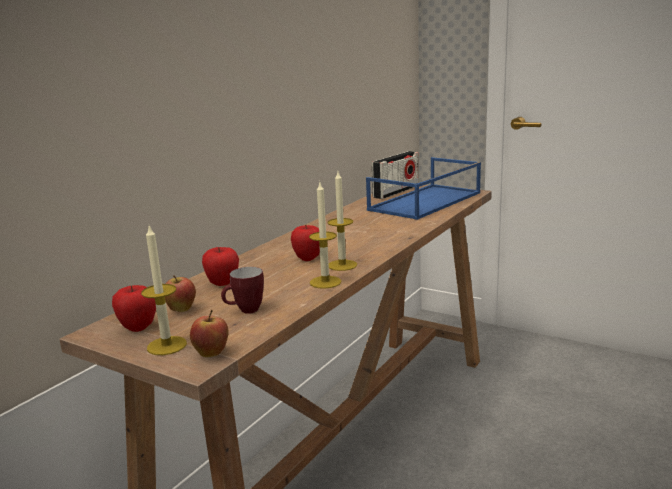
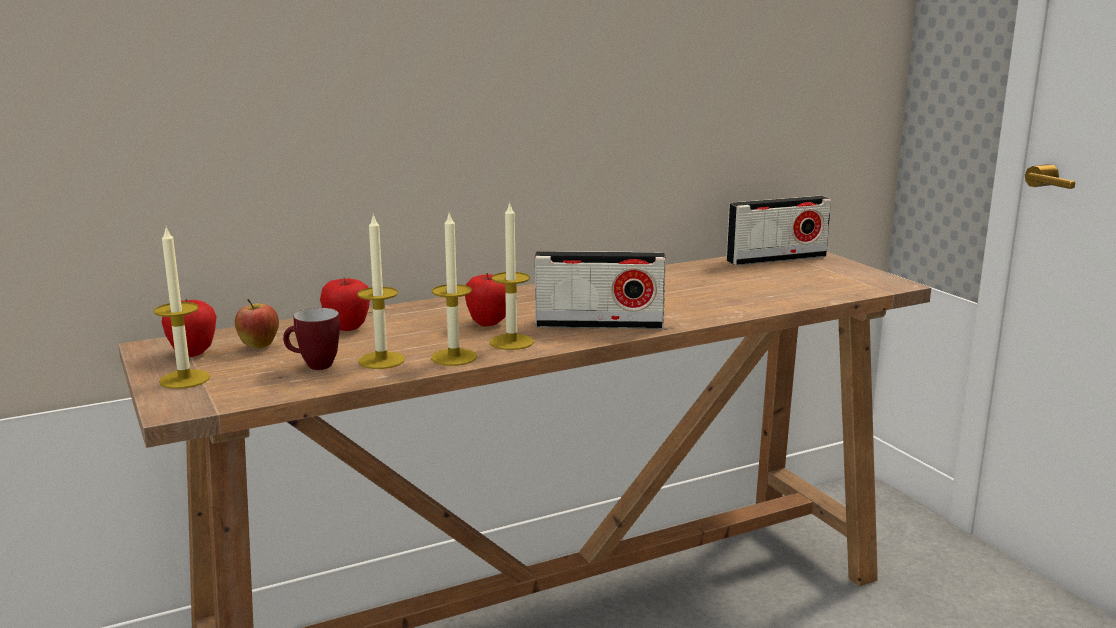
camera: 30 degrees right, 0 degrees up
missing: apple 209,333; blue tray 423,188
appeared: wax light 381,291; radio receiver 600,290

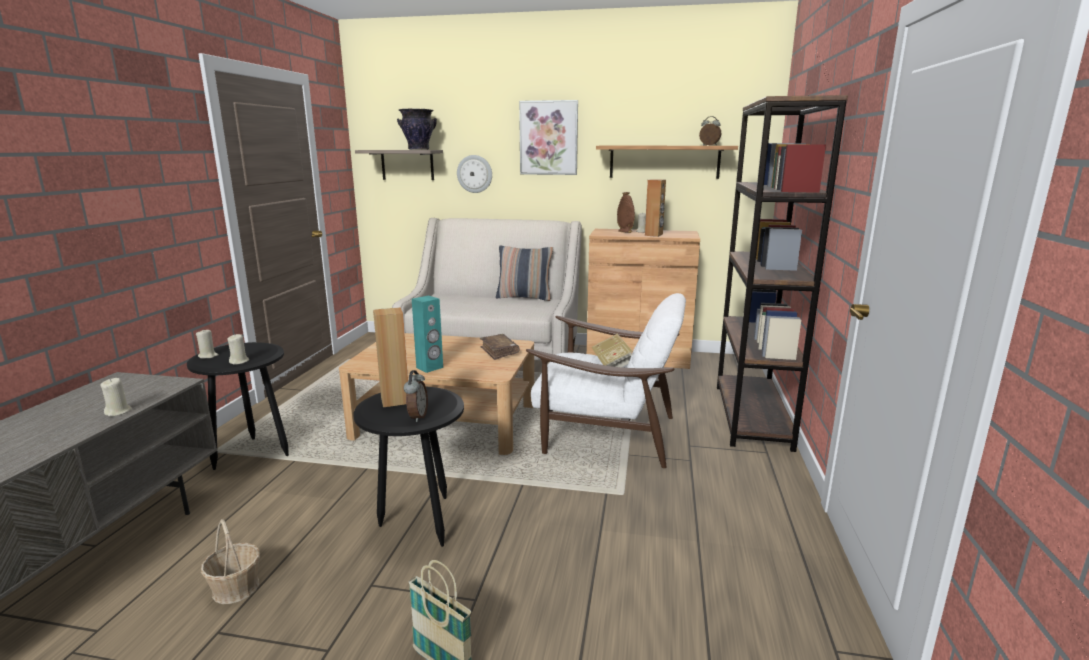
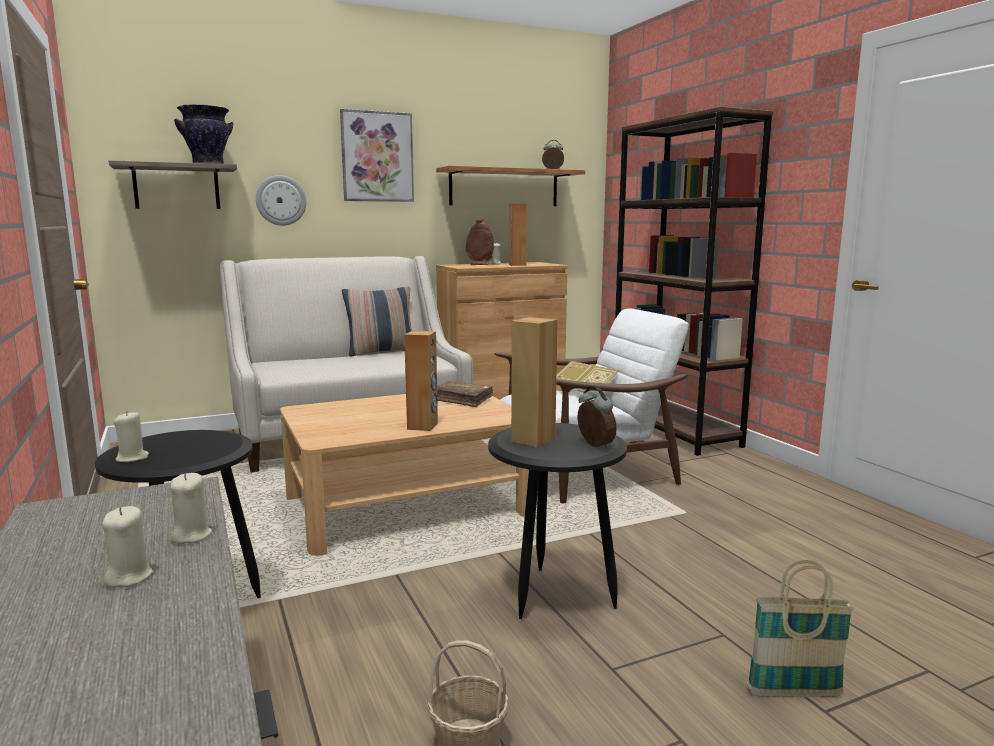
camera: 35 degrees left, 5 degrees down
relocated: sand-coloured wax light 238,349 to 127,546
colour: blue-green audio speaker 427,334 to brown-coloured audio speaker 421,381

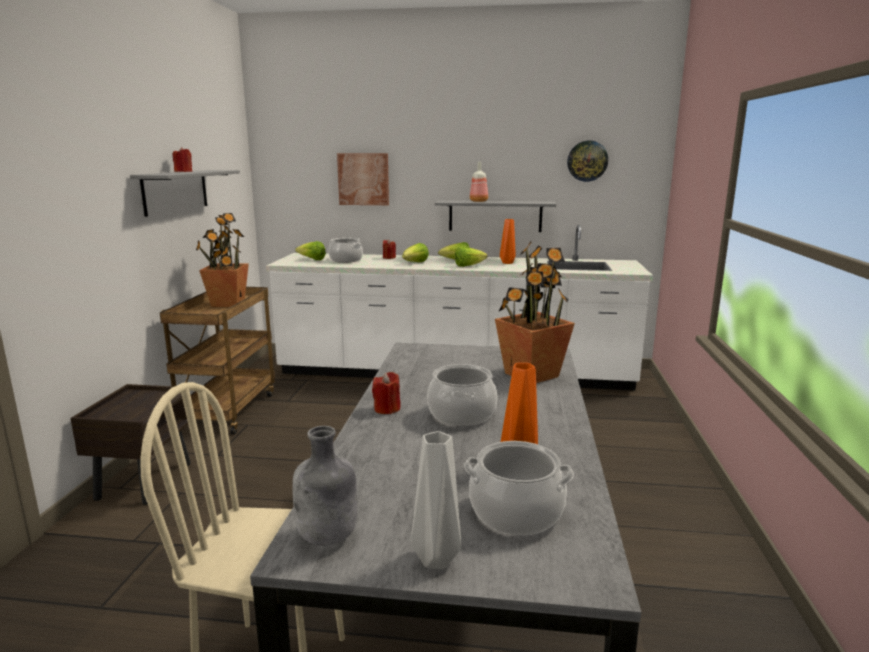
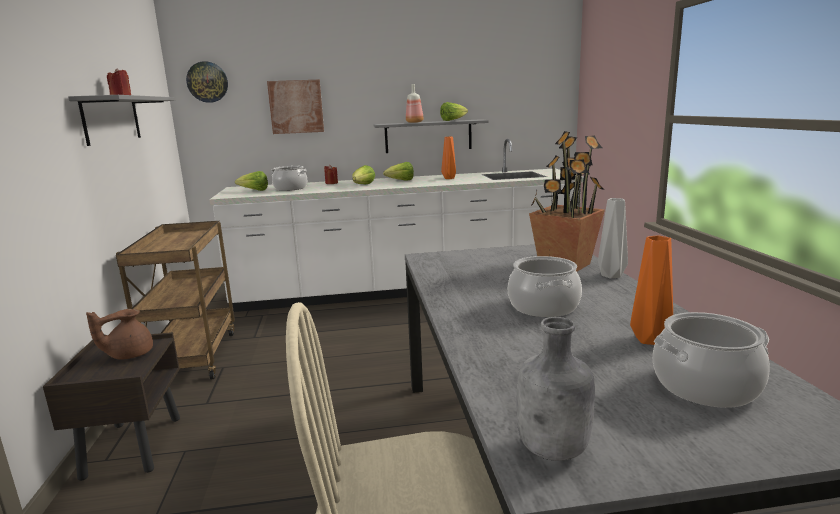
camera: 15 degrees left, 0 degrees up
missing: houseplant 222,260; red wax light 386,393
appeared: brown-coloured tea pot 119,334
relocated: greyish flower vase 436,500 to 613,238; head of lettuce 471,257 to 454,111; hanging clock 587,161 to 207,82

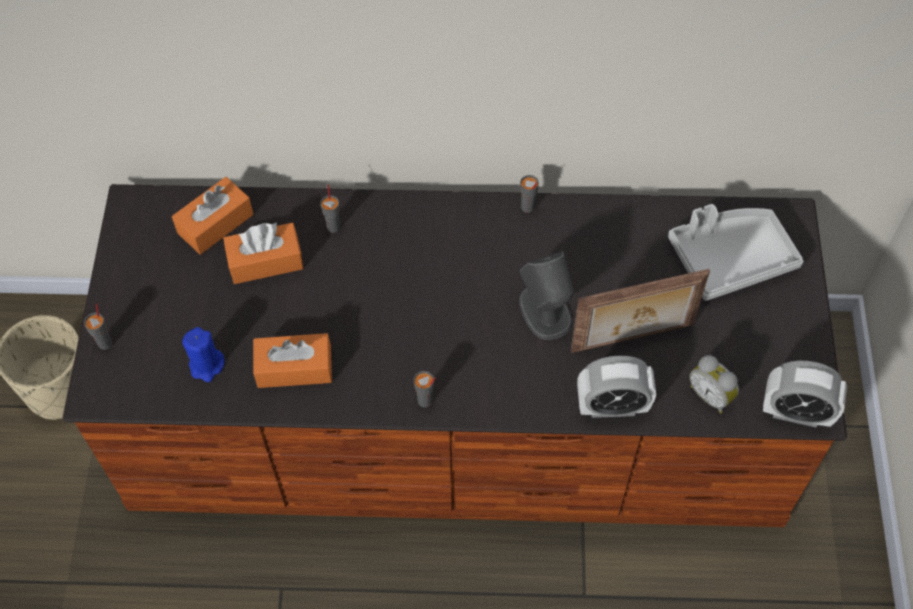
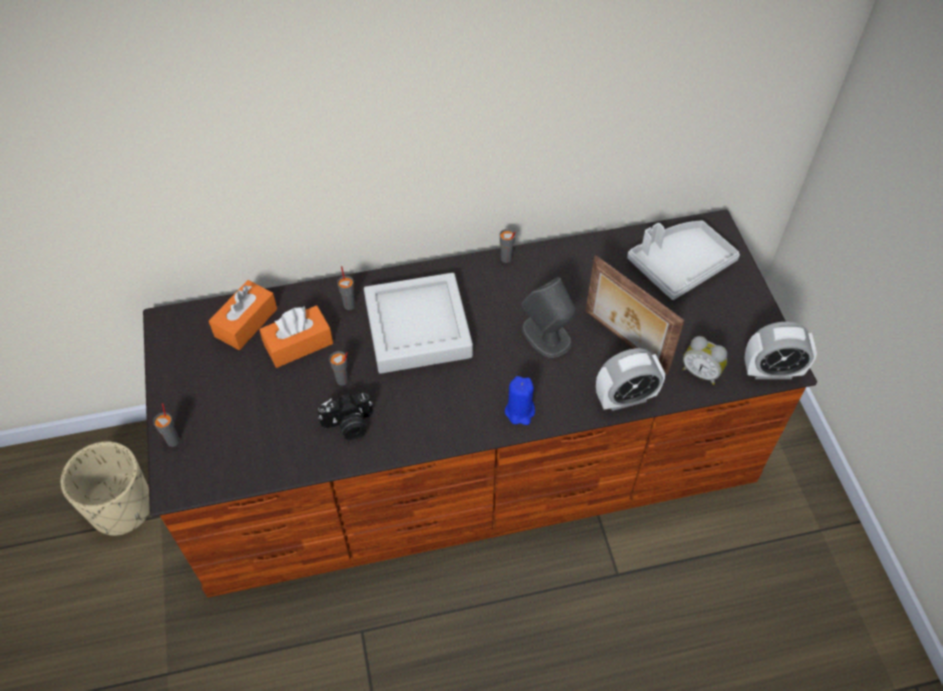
camera: 15 degrees left, 5 degrees down
appeared: greyish tray 418,323
relocated: blue wax light 203,354 to 520,400; greyish cup 424,389 to 338,368
exchanged: orange-coloured tissue holder 292,360 to photo camera 345,416
spun: photo frame 640,311 = 635,314 75 degrees clockwise

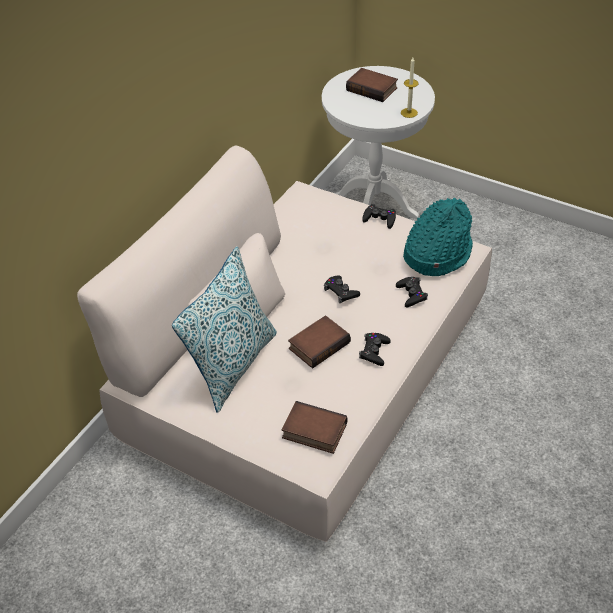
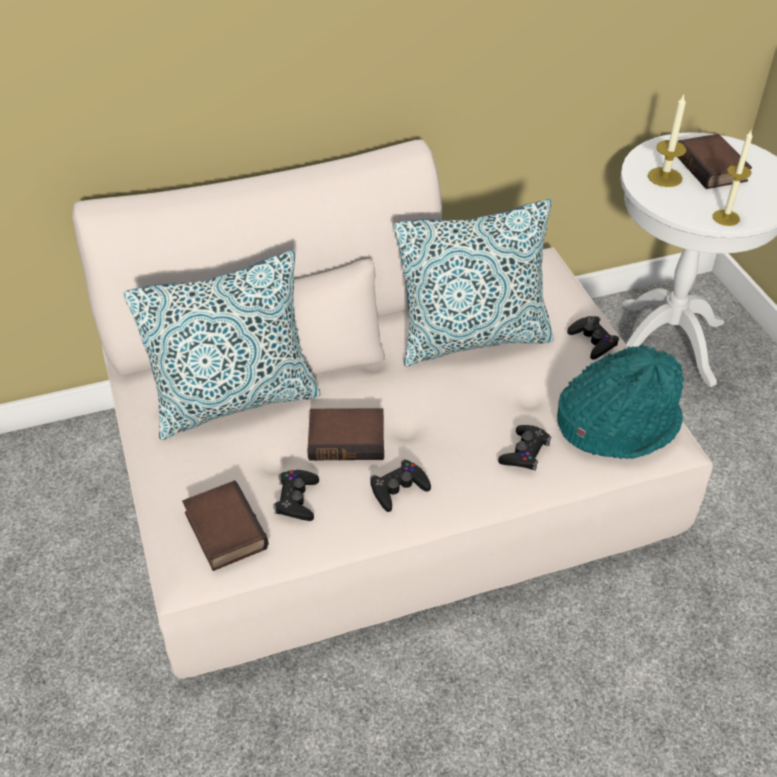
camera: 40 degrees right, 0 degrees up
appeared: pillow 474,282; wax light 667,140
relocated: black joypad 342,289 to 296,495

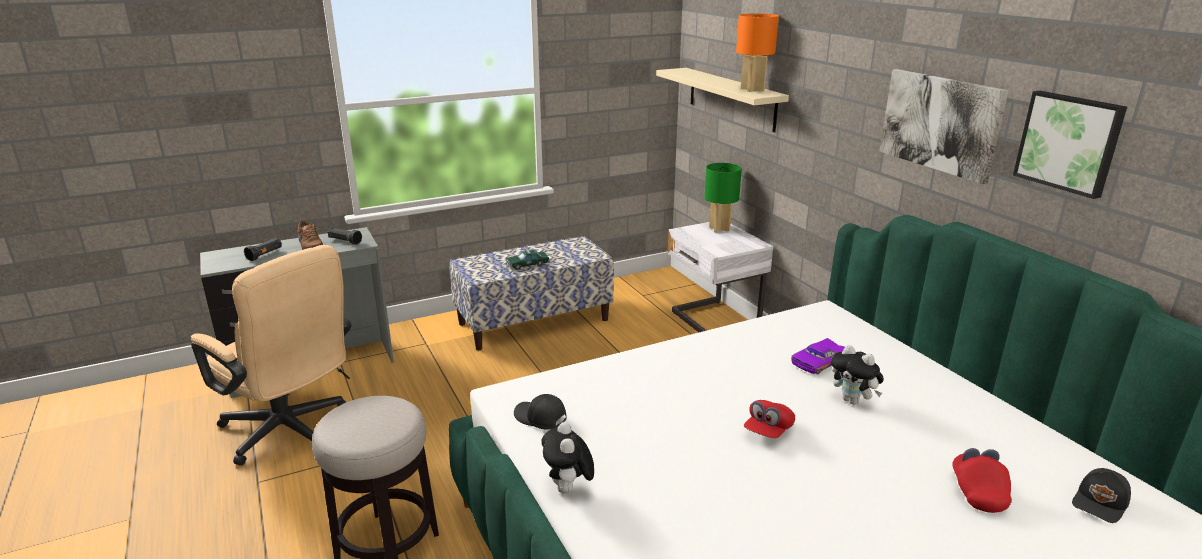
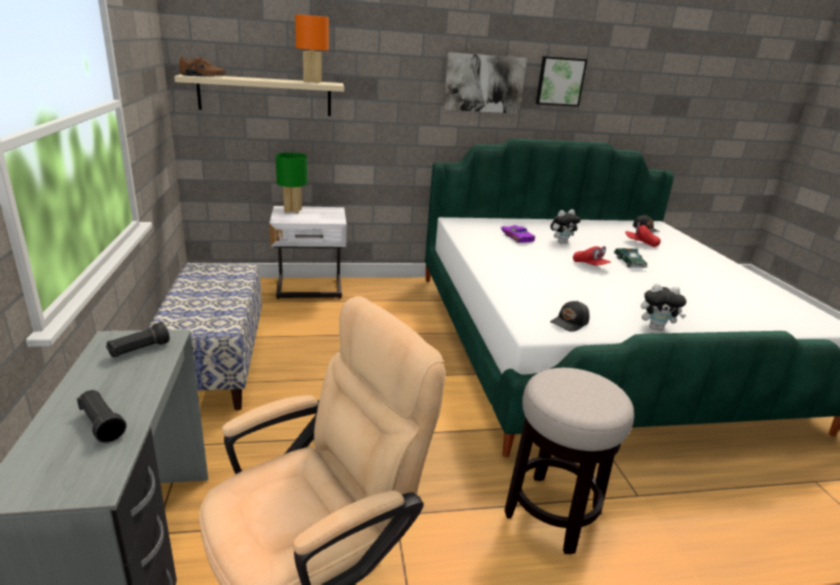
camera: 75 degrees left, 0 degrees up
relocated: brown-coloured shoe 310,235 to 202,66; miniature car 528,259 to 630,258

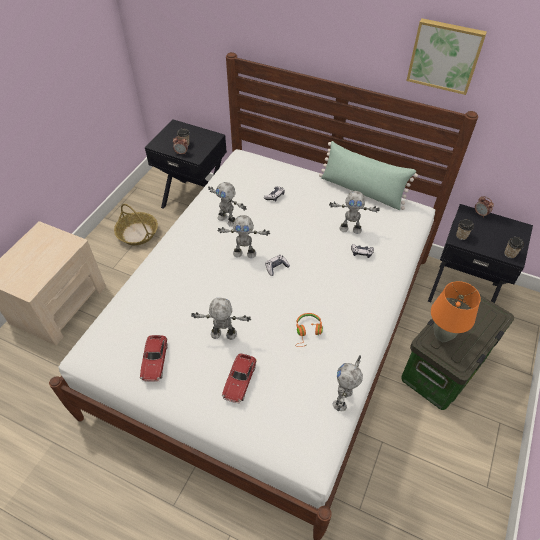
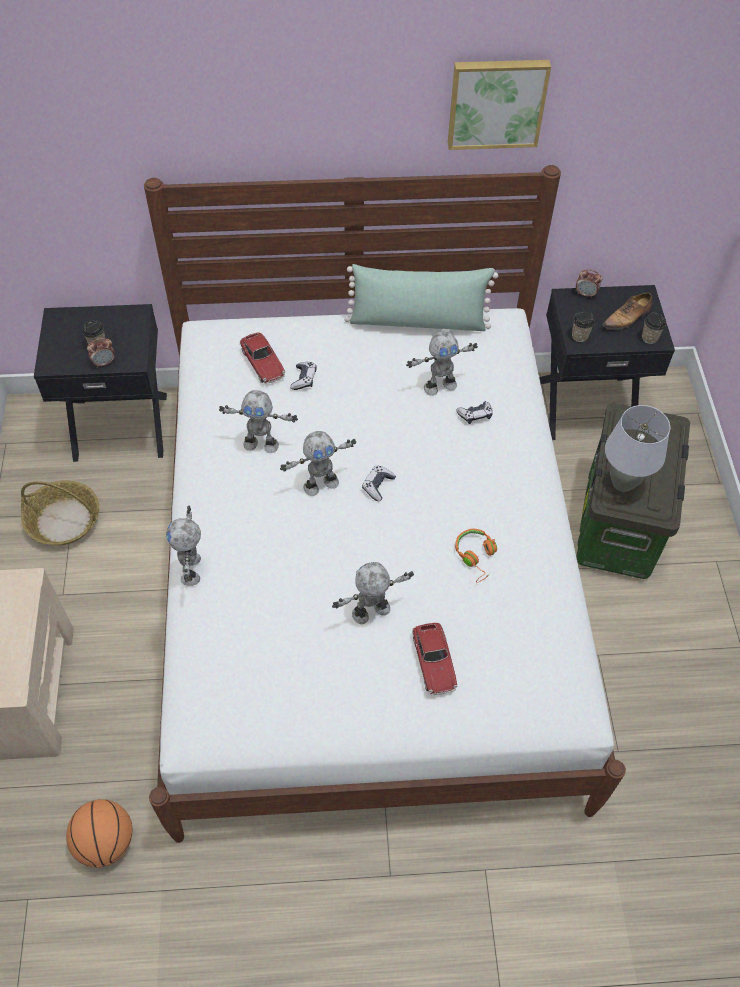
camera: 30 degrees left, 5 degrees up
appeared: ball for basketball 99,833; shoe 627,311
relocated: miniature car 154,358 to 262,358; toy robot 348,383 to 183,546
colour: orange-coloured table lamp 456,311 to greyish table lamp 637,448

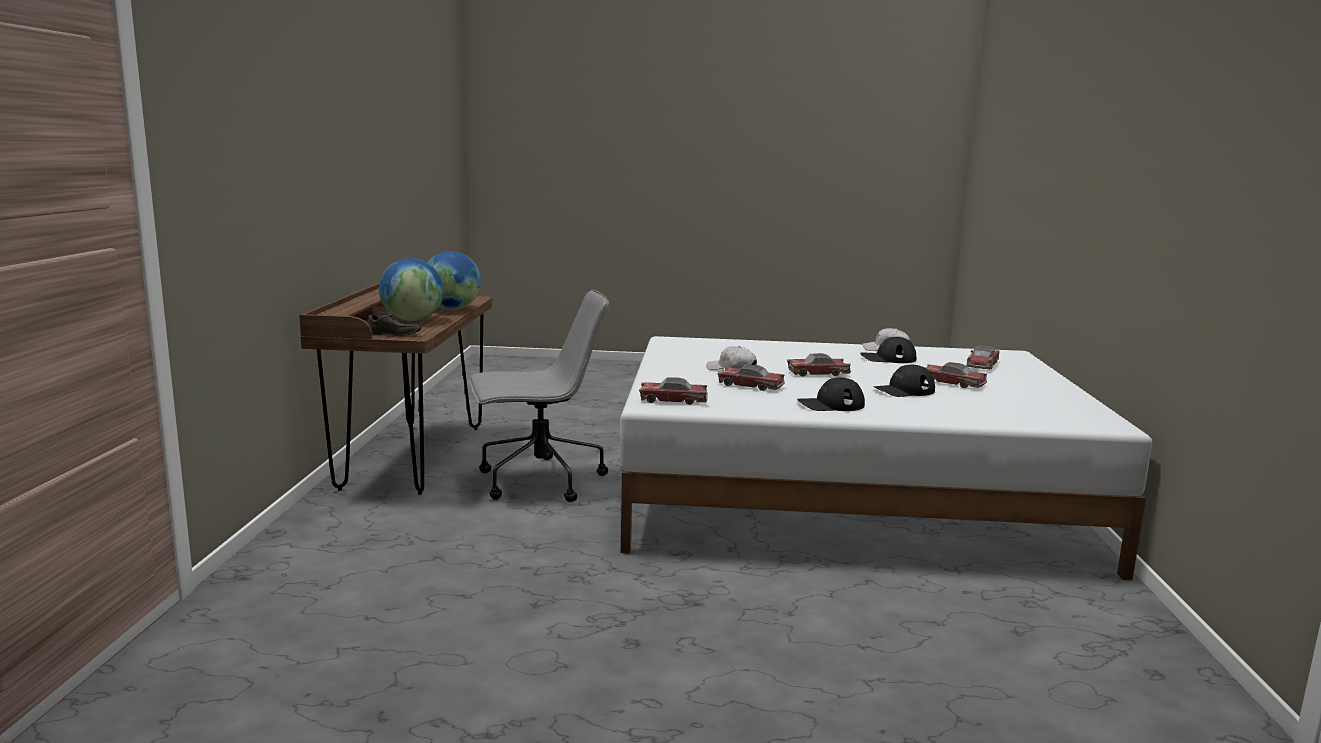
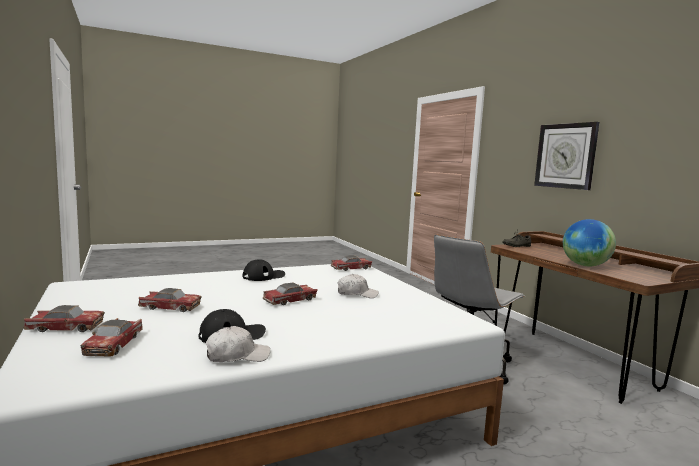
camera: 150 degrees right, 5 degrees down
missing: globe 411,289; black peaked cap 904,381
appeared: hanging clock 566,156
relocated: miniature car 751,377 to 64,318

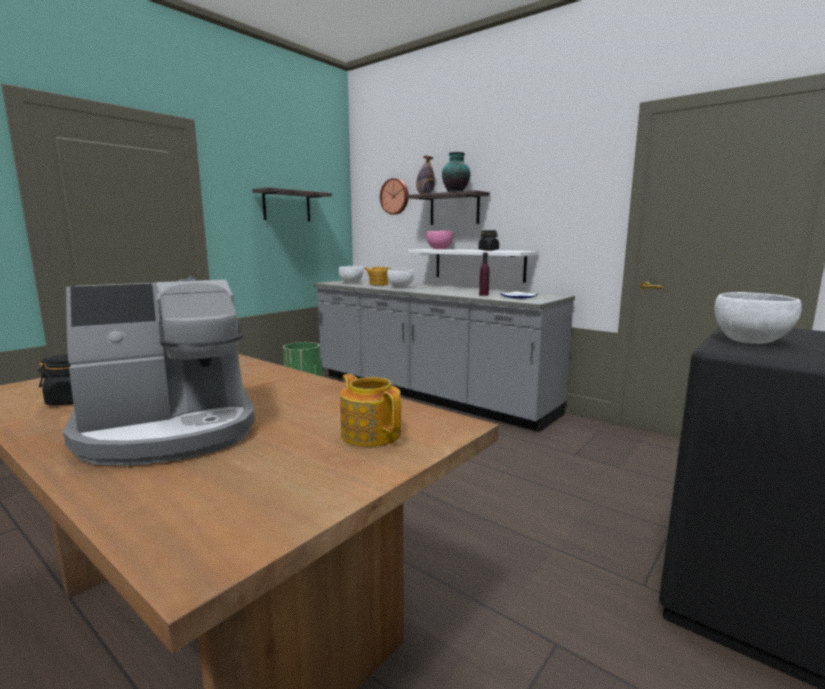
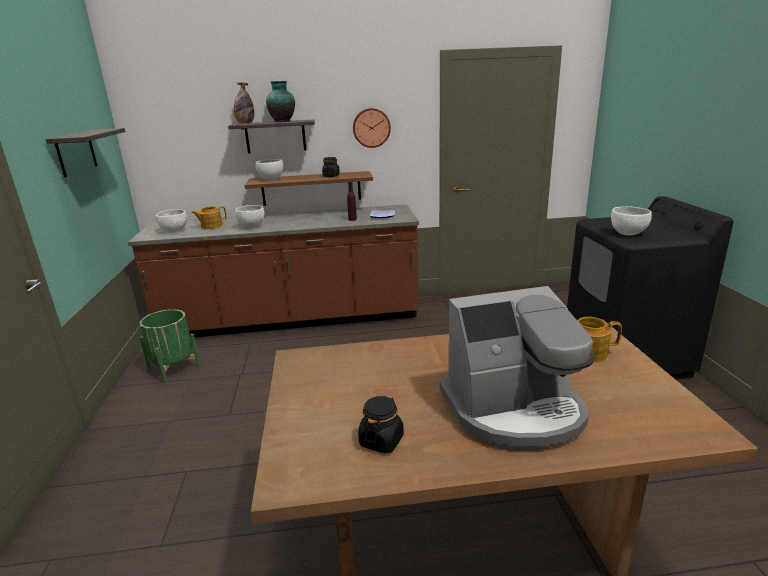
camera: 45 degrees left, 10 degrees up
relocated: hanging clock 394,196 to 372,128
colour: greyish kitchen counter 444,355 to brown-coloured kitchen counter 273,271; white bracket shelf 473,266 to brown-coloured bracket shelf 308,188; pink serving bowl 439,240 to white serving bowl 269,169
spun: coffee machine 159,373 = 517,368 60 degrees clockwise

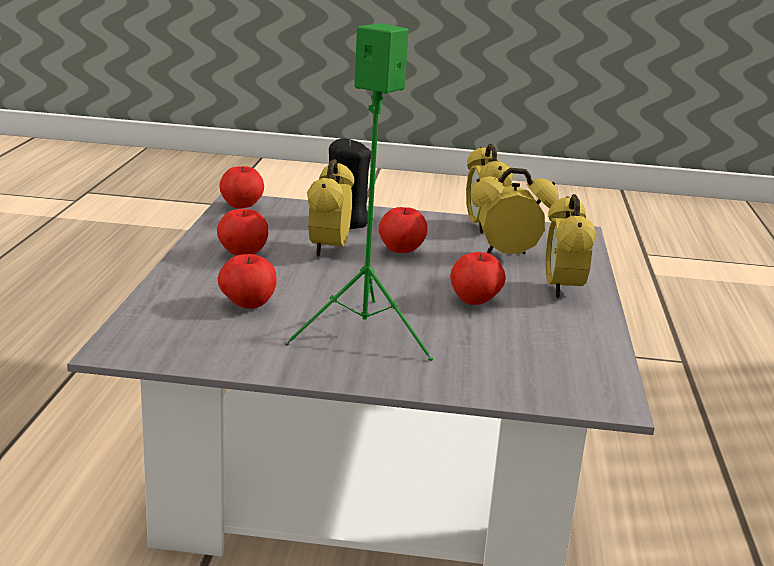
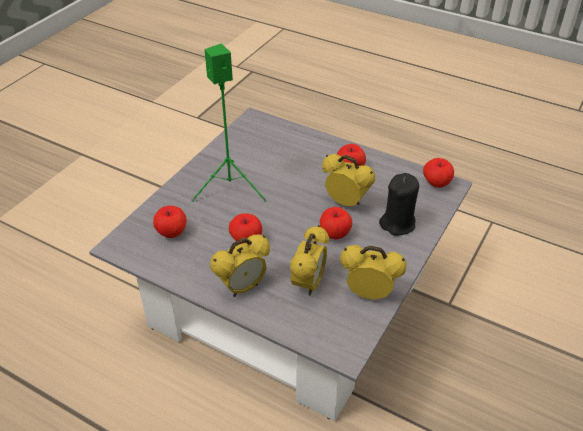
camera: 115 degrees right, 20 degrees up
relocated: apple 247,281 to 170,222
spun: bedside clock 571,246 = 240,265 120 degrees clockwise

